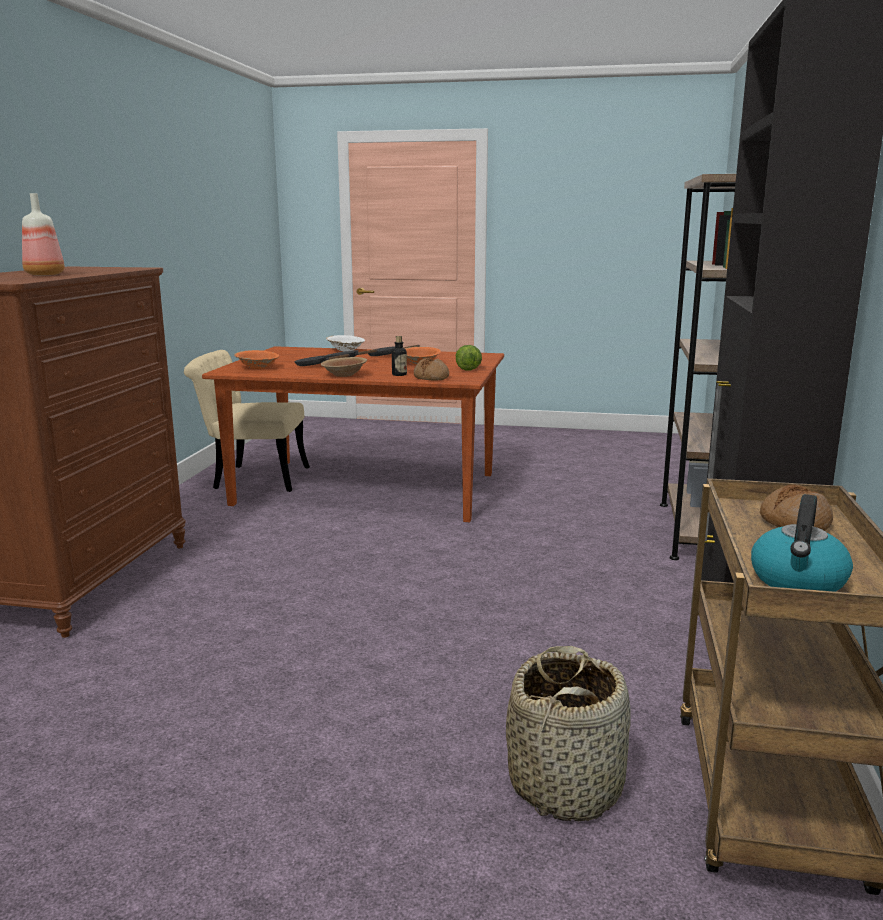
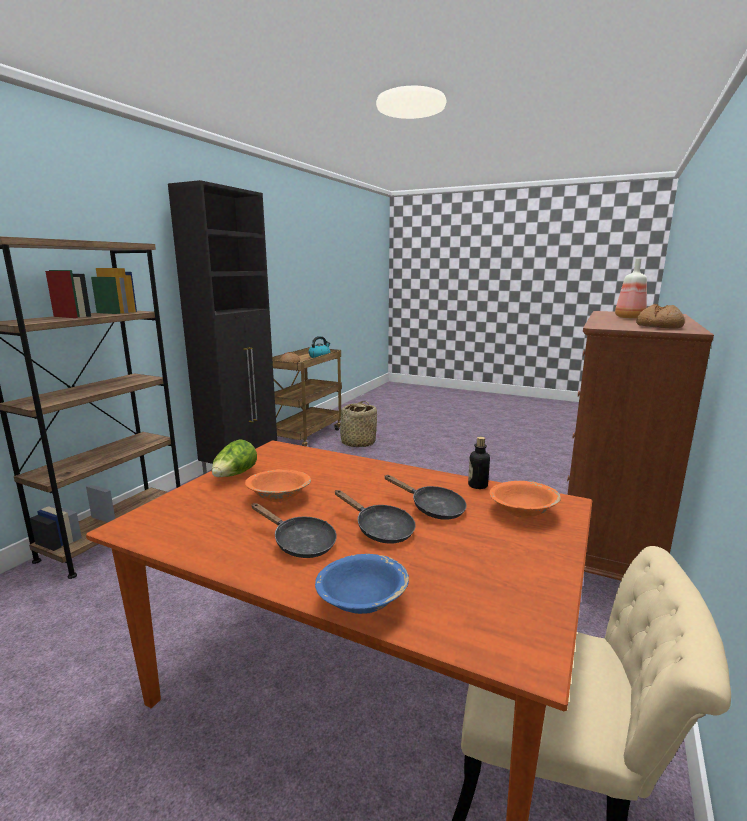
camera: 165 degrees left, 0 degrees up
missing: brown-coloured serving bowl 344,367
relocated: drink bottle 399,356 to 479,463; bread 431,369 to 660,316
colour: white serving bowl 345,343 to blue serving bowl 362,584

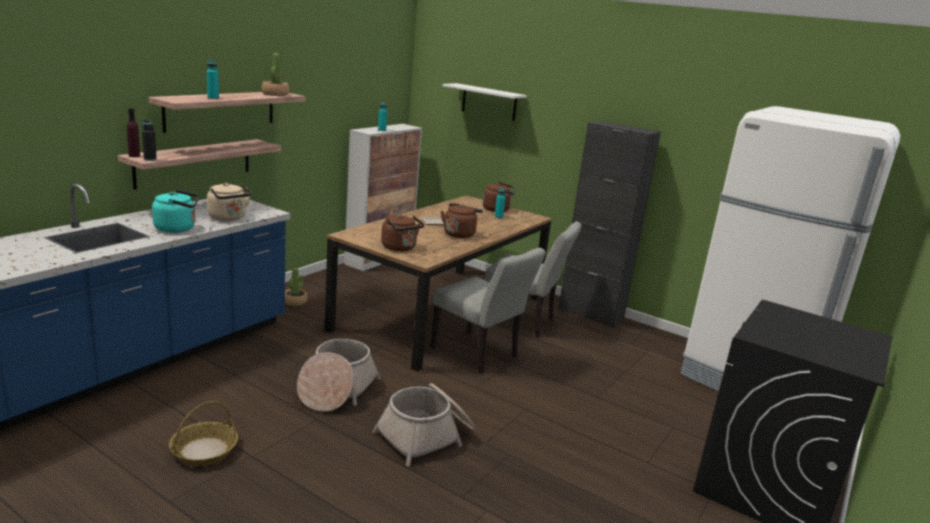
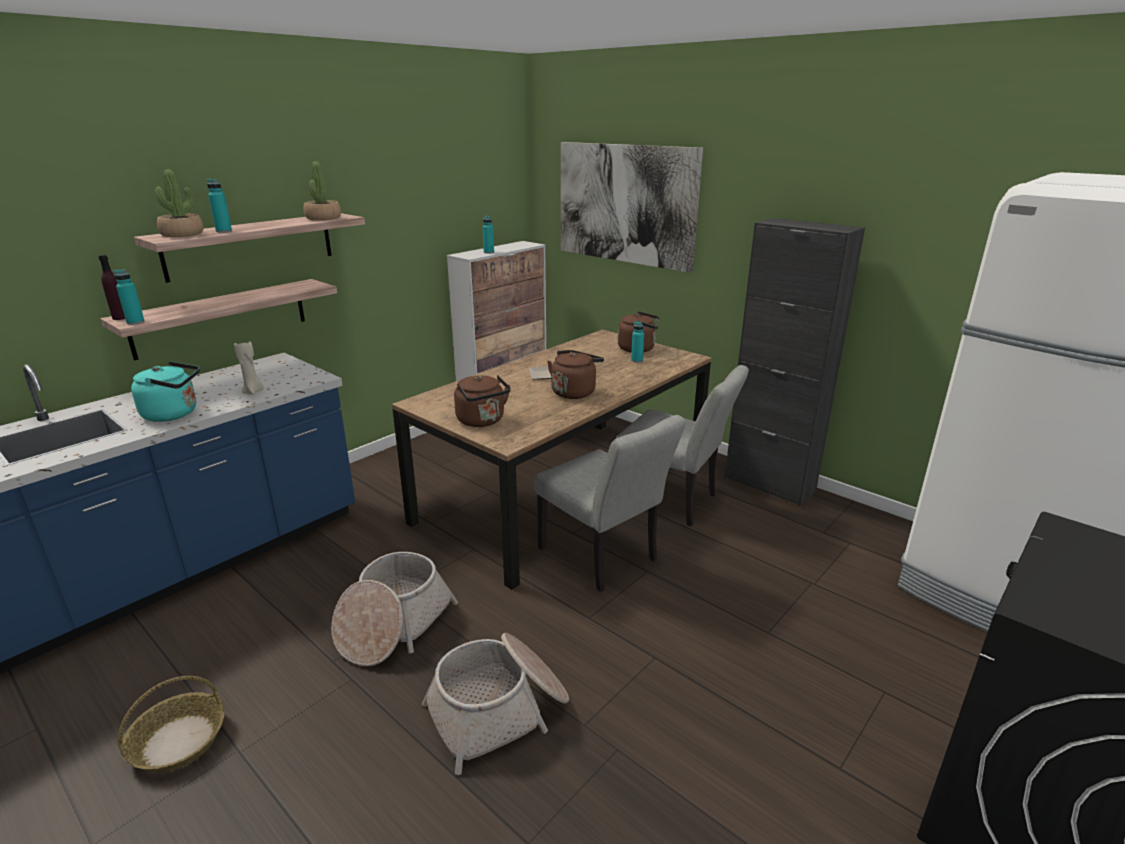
camera: 10 degrees right, 5 degrees up
relocated: houseplant 296,286 to 179,203
exchanged: sand-coloured tea kettle 229,202 to sand-coloured wax light 249,368; white bracket shelf 485,102 to picture 632,207
colour: black drink bottle 149,140 to blue-green drink bottle 128,297

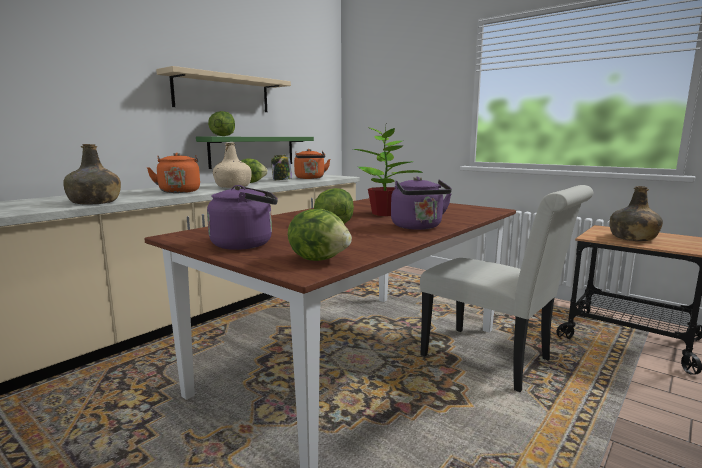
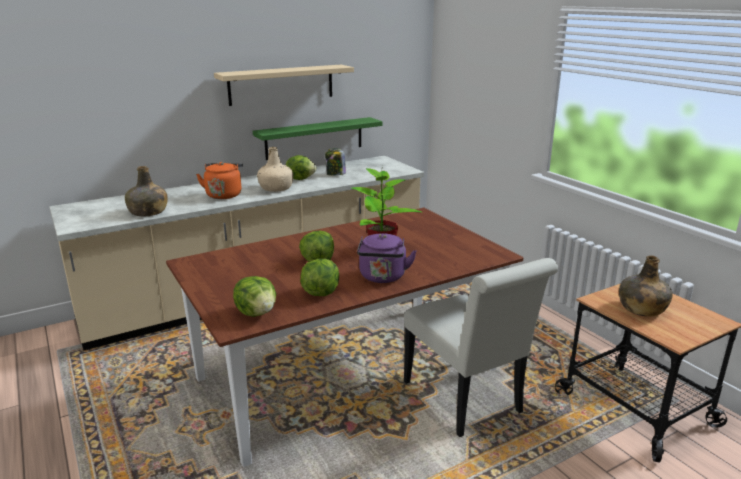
camera: 20 degrees right, 10 degrees up
missing: purplish tea kettle 242,217; orange-coloured tea kettle 312,164
relocated: head of lettuce 221,123 to 319,277

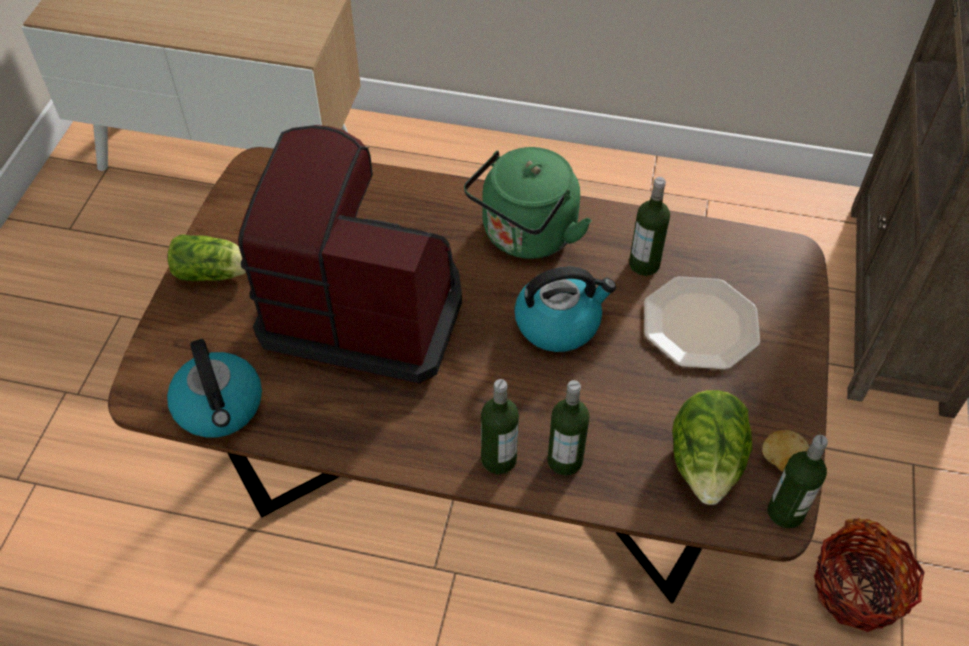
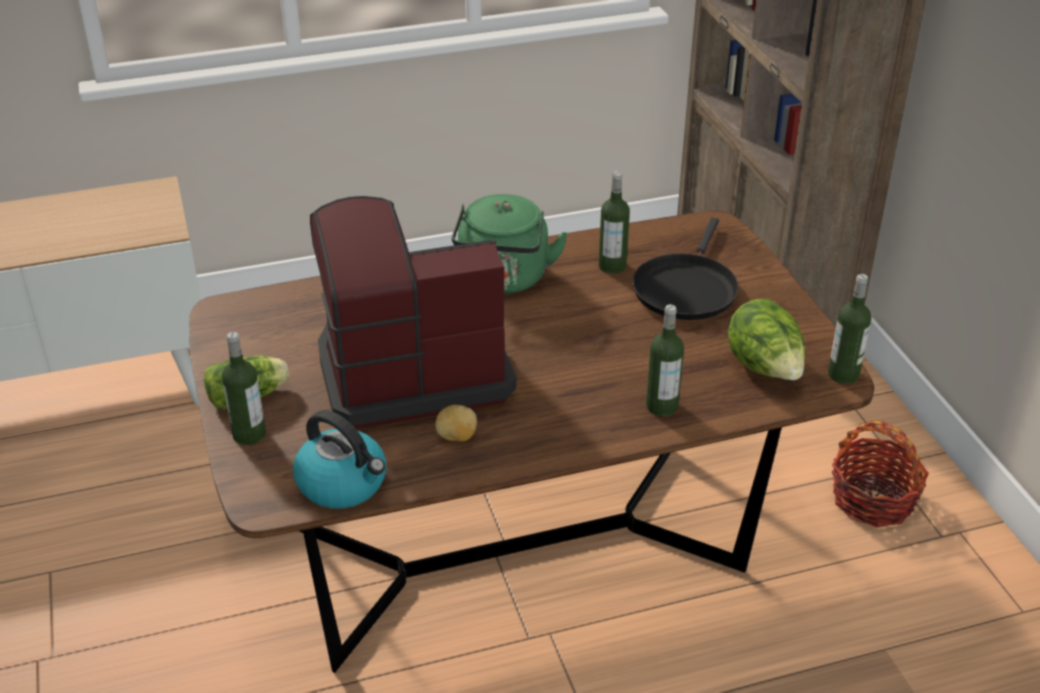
camera: 30 degrees left, 15 degrees down
missing: tea kettle 565,309
relocated: drink bottle 500,426 to 244,388; whole potato 785,451 to 456,423
exchanged: flat dish 702,323 to black pan 686,269

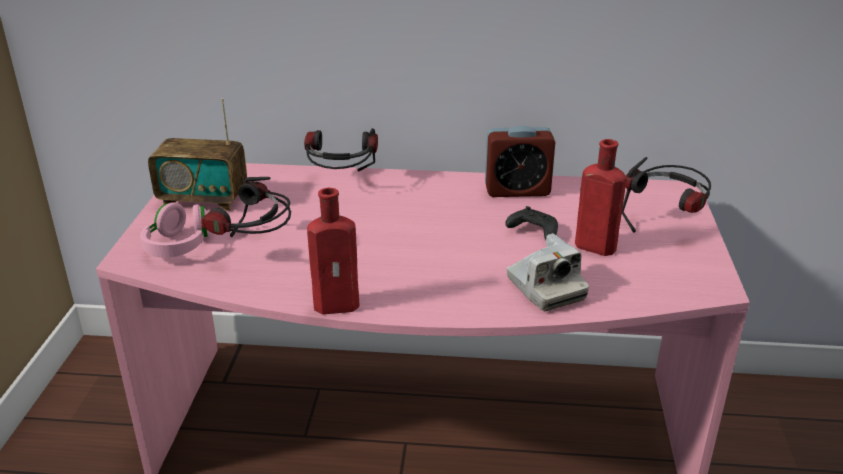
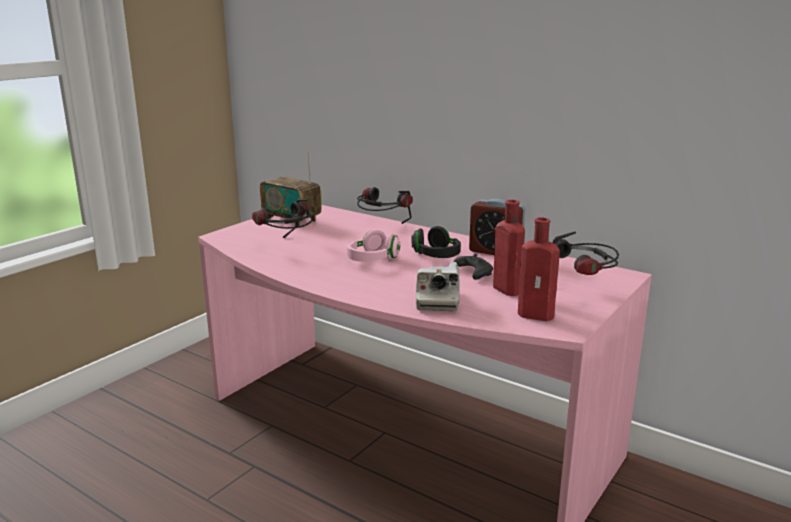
camera: 30 degrees right, 10 degrees down
appeared: black headphones 436,242
relocated: pink headphones 174,230 to 374,246; red drink bottle 333,251 to 539,269

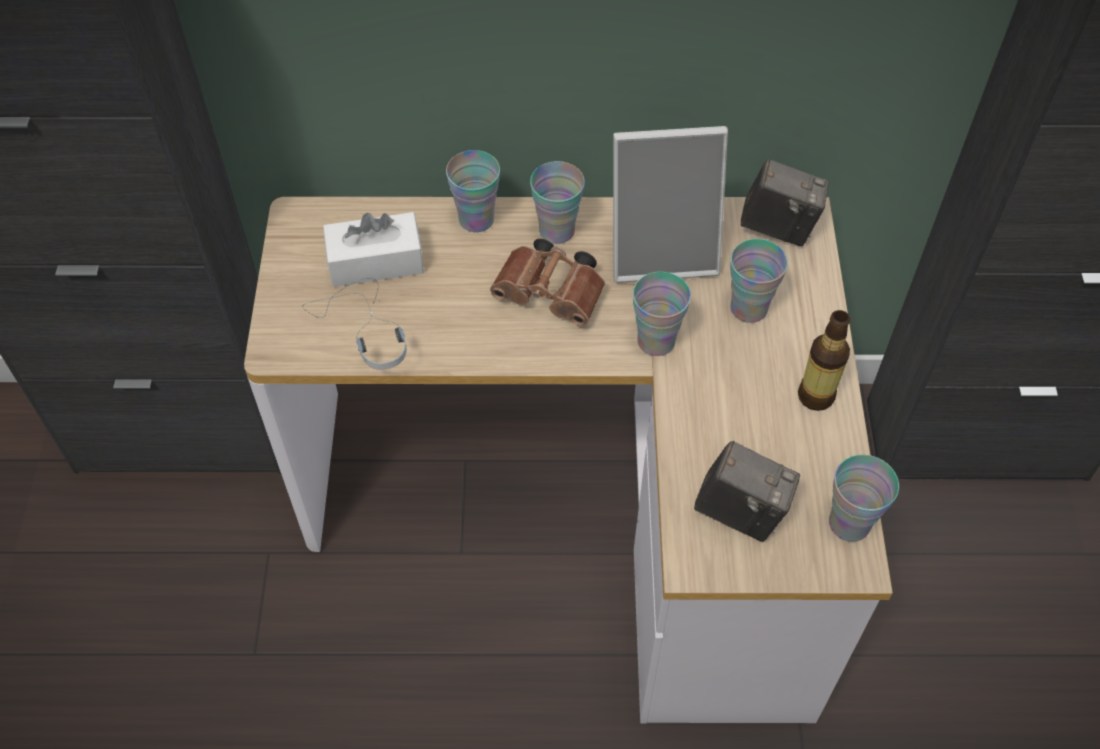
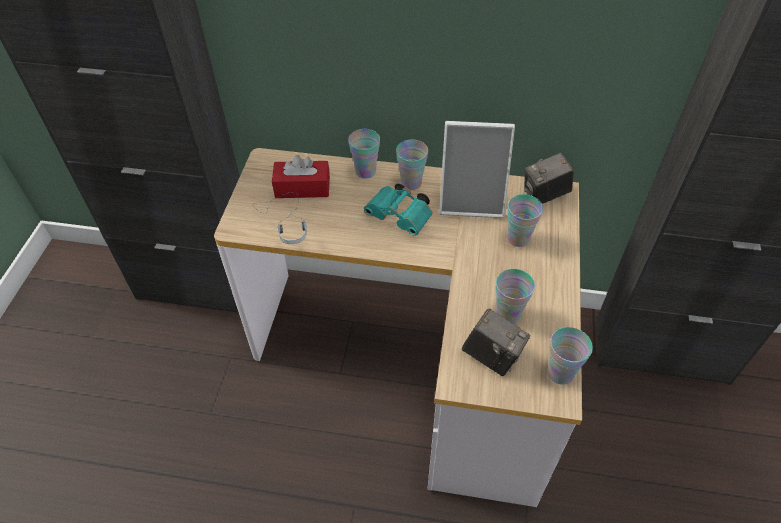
camera: 10 degrees right, 5 degrees down
missing: drink bottle 824,360
relocated: cup 662,314 to 515,296
colour: white tissue holder 373,249 to red tissue holder 301,176; brown-coloured field glasses 547,282 to blue-green field glasses 398,209
spun: photo camera 785,202 = 549,178 135 degrees clockwise

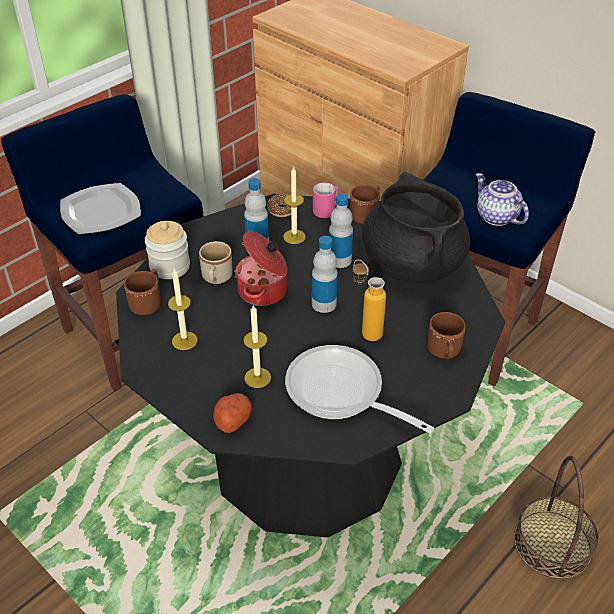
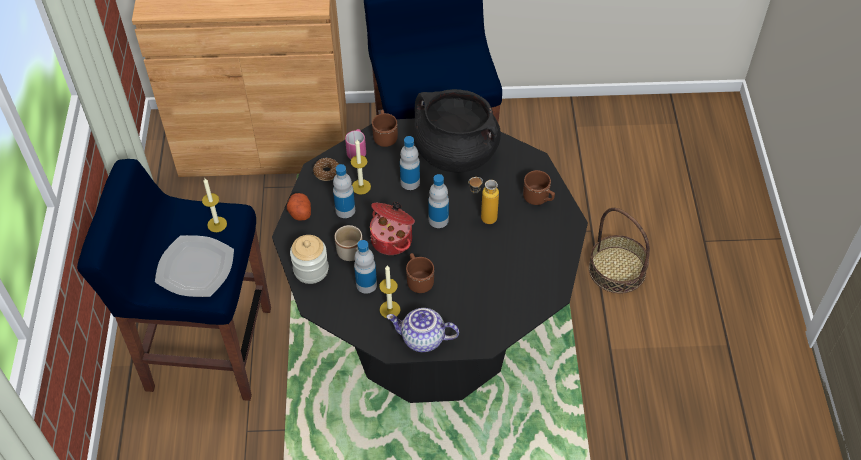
camera: 45 degrees left, 10 degrees up
missing: pan 359,389
appeared: drink bottle 365,267
relocated: brown-coloured coffee mug 142,292 to 420,273; whole potato 232,413 to 299,206; wax light 257,346 to 214,205; tea pot 502,199 to 422,330

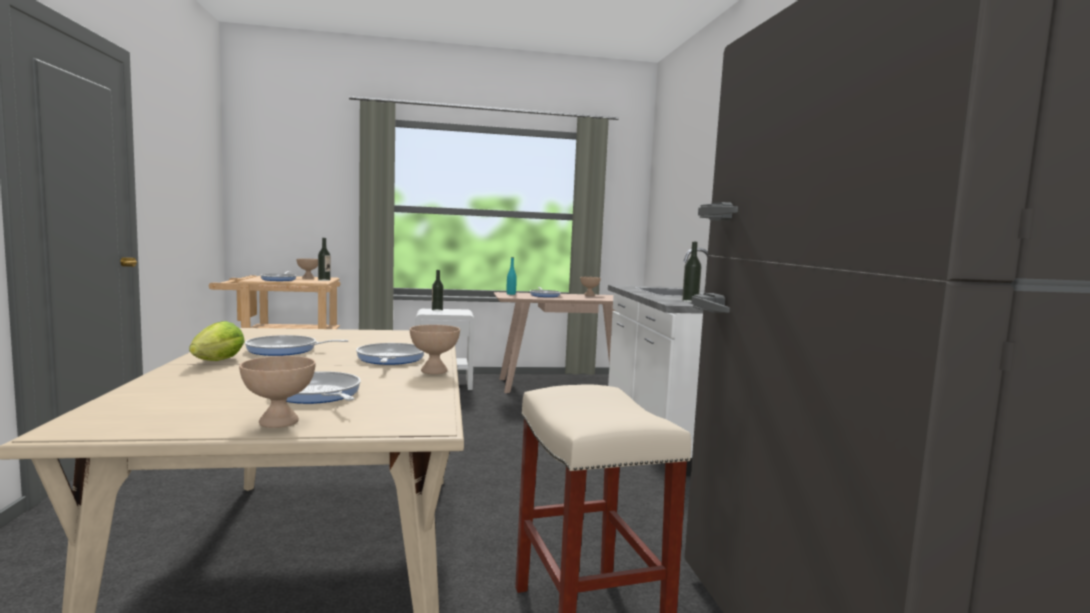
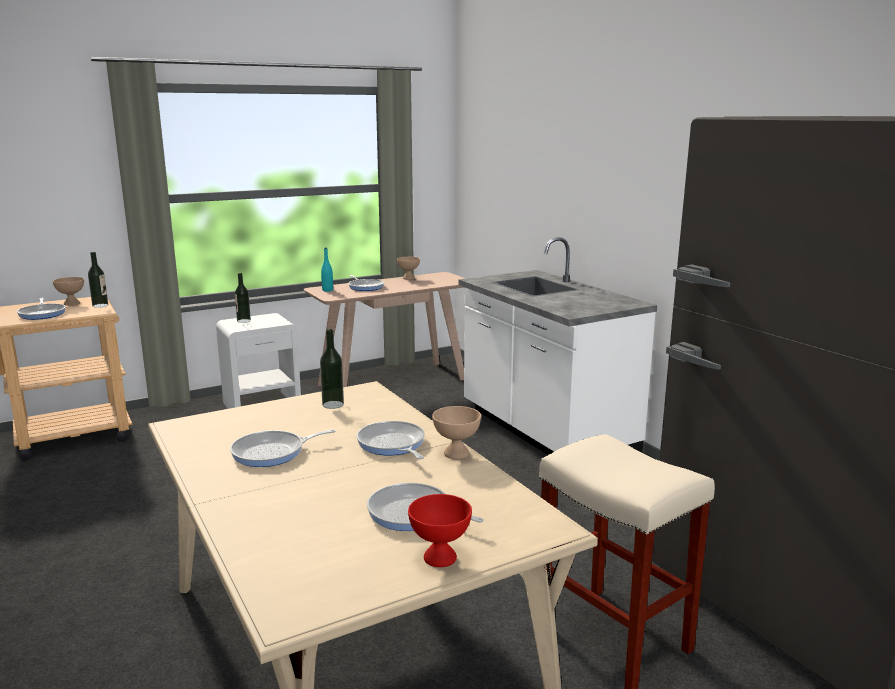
camera: 20 degrees left, 10 degrees up
missing: head of lettuce 217,341
relocated: drink bottle 692,271 to 332,369
colour: sand-coloured serving bowl 277,392 to red serving bowl 440,530

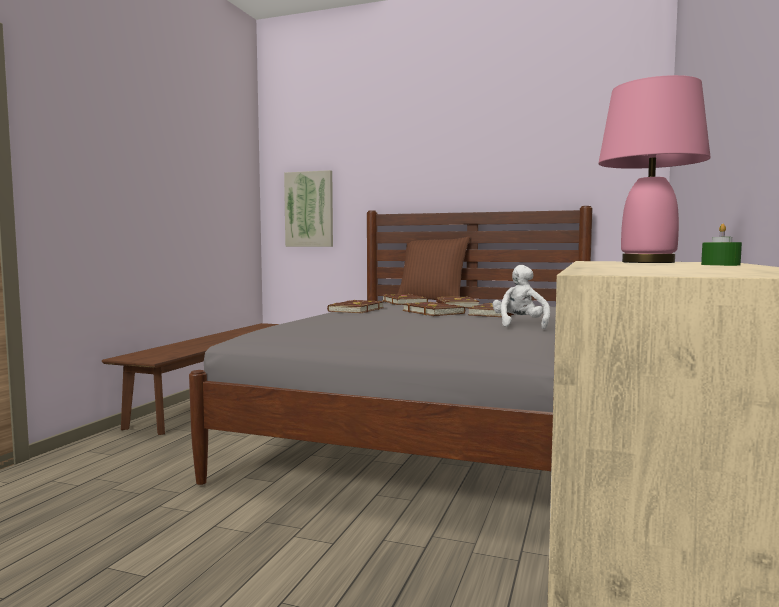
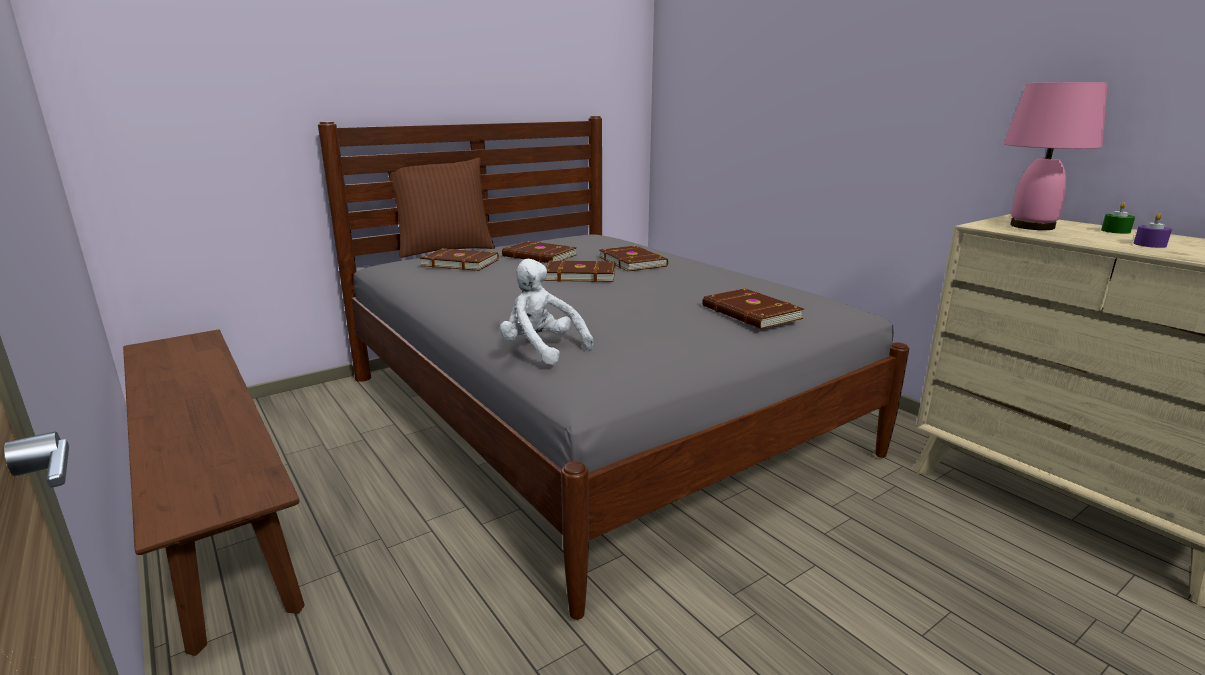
camera: 55 degrees left, 15 degrees up
missing: picture 308,208
appeared: purplish wax light 1153,230
relocated: brown-coloured book 355,306 to 753,308; white cuddly toy 521,297 to 546,312

